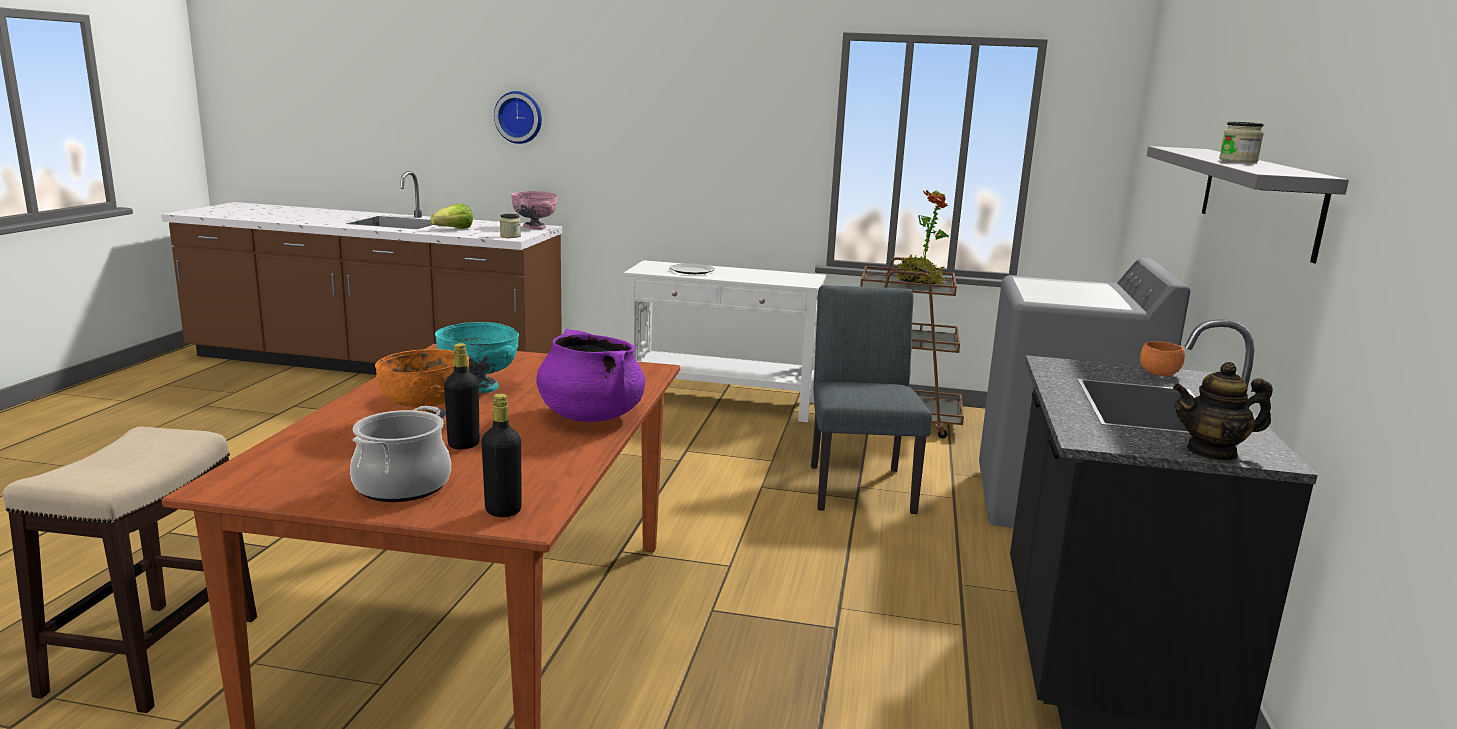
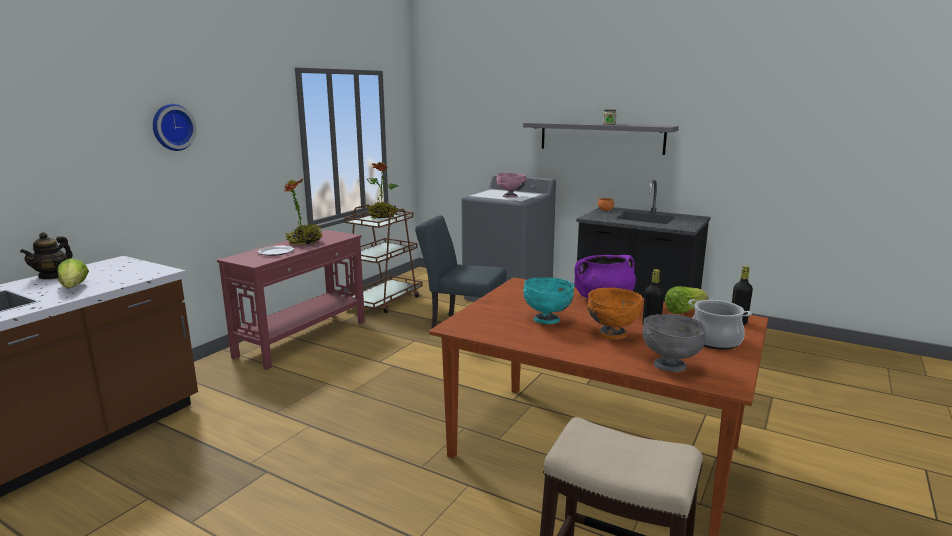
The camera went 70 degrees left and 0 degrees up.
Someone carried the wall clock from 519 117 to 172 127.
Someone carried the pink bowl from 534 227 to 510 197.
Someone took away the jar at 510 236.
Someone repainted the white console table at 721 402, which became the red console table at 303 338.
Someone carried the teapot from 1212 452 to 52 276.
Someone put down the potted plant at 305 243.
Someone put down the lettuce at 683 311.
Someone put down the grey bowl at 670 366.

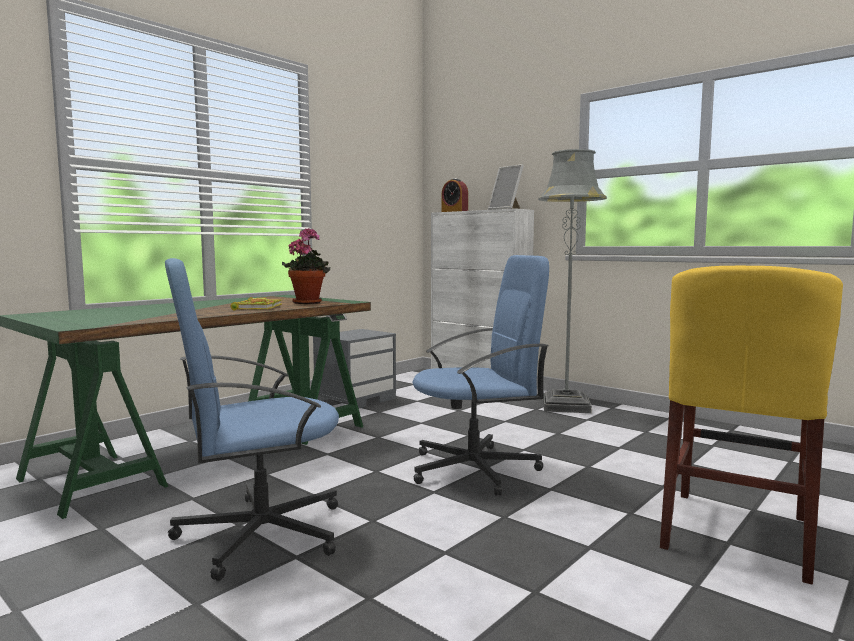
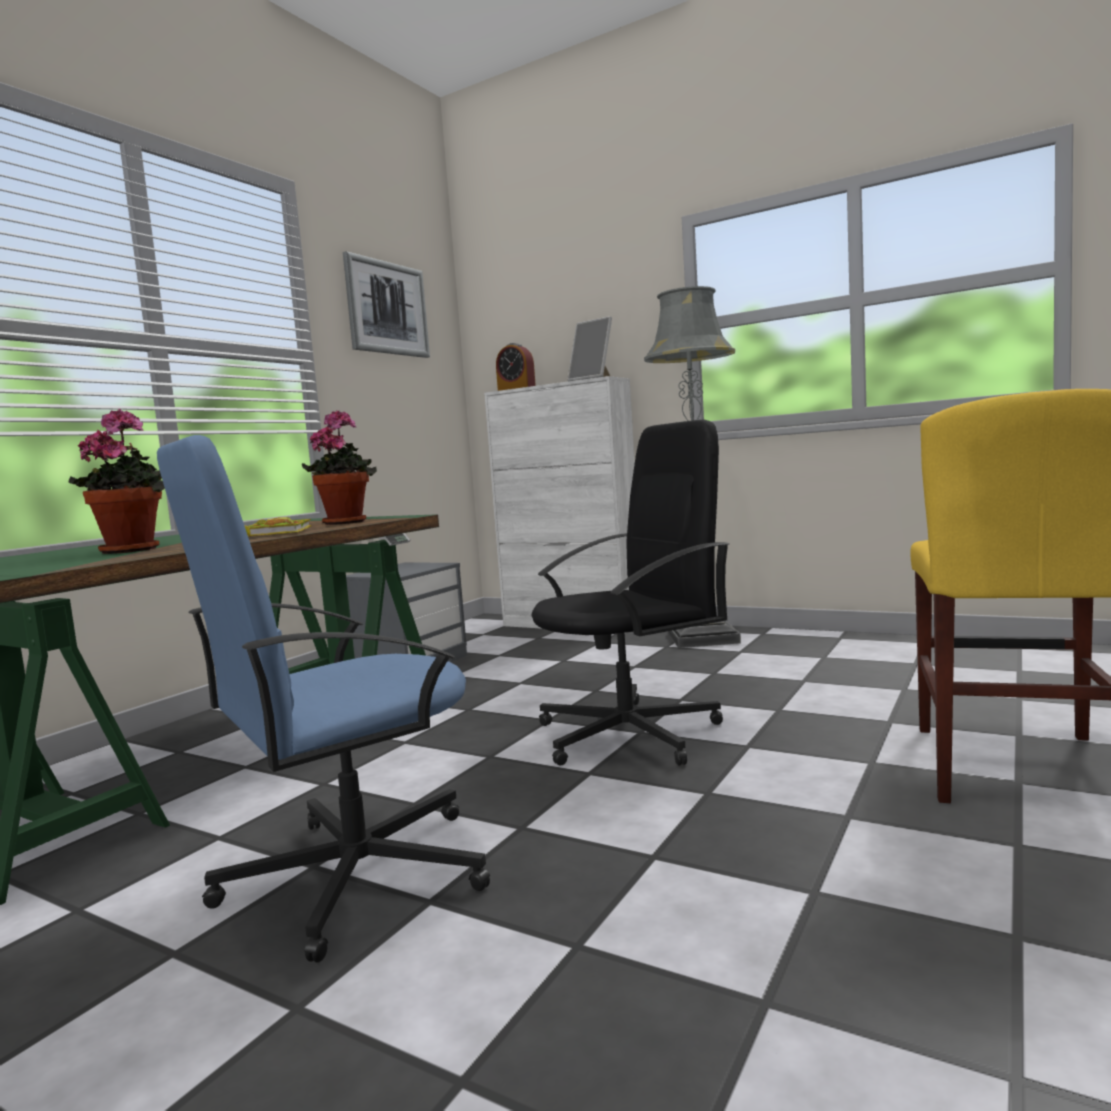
The camera went 10 degrees left and 0 degrees up.
Someone repainted the blue office chair at 476 469, which became the black office chair at 631 734.
Someone put up the picture at 387 308.
Someone put down the potted plant at 134 549.

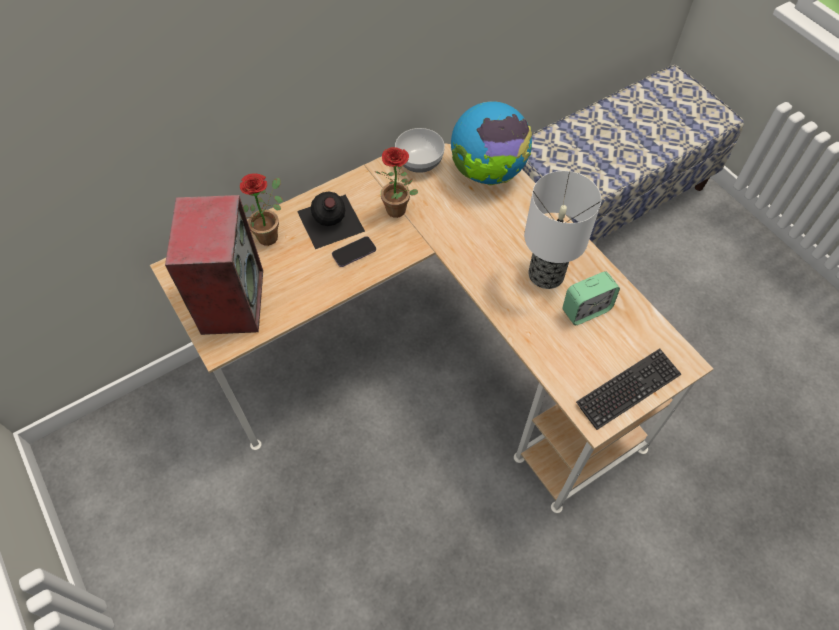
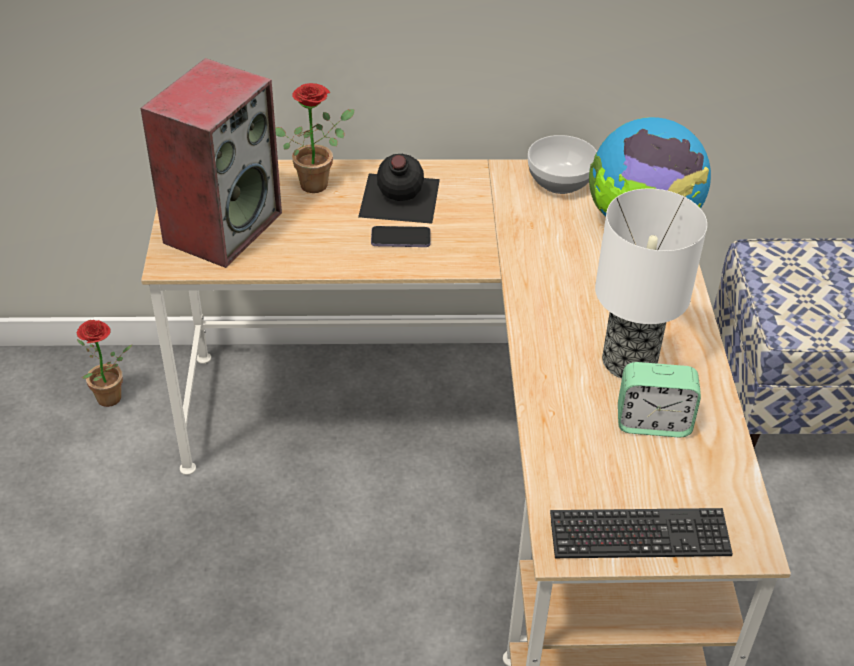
The camera went 30 degrees right and 15 degrees down.
Someone carried the potted plant from 400 211 to 111 401.

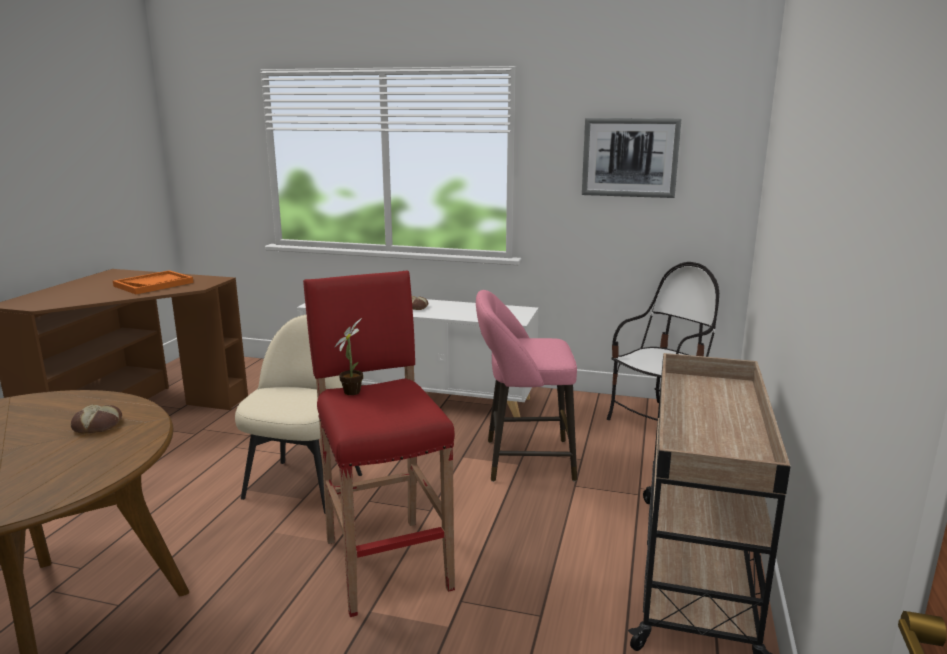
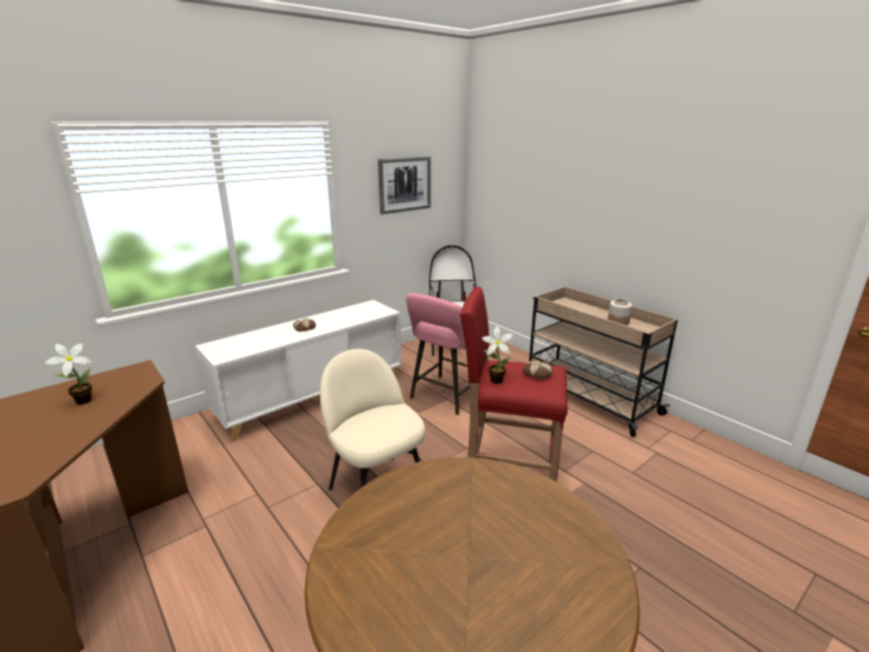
The camera went 55 degrees left and 5 degrees up.
Someone swapped the orange tray at 154 284 for the potted plant at 81 401.
Someone carried the bread from 98 425 to 538 373.
Someone put down the jar at 618 321.

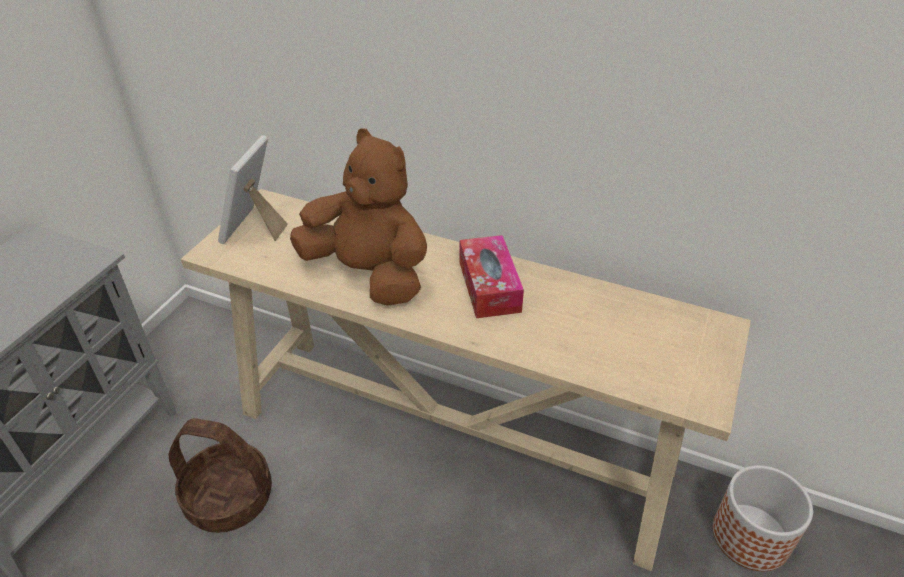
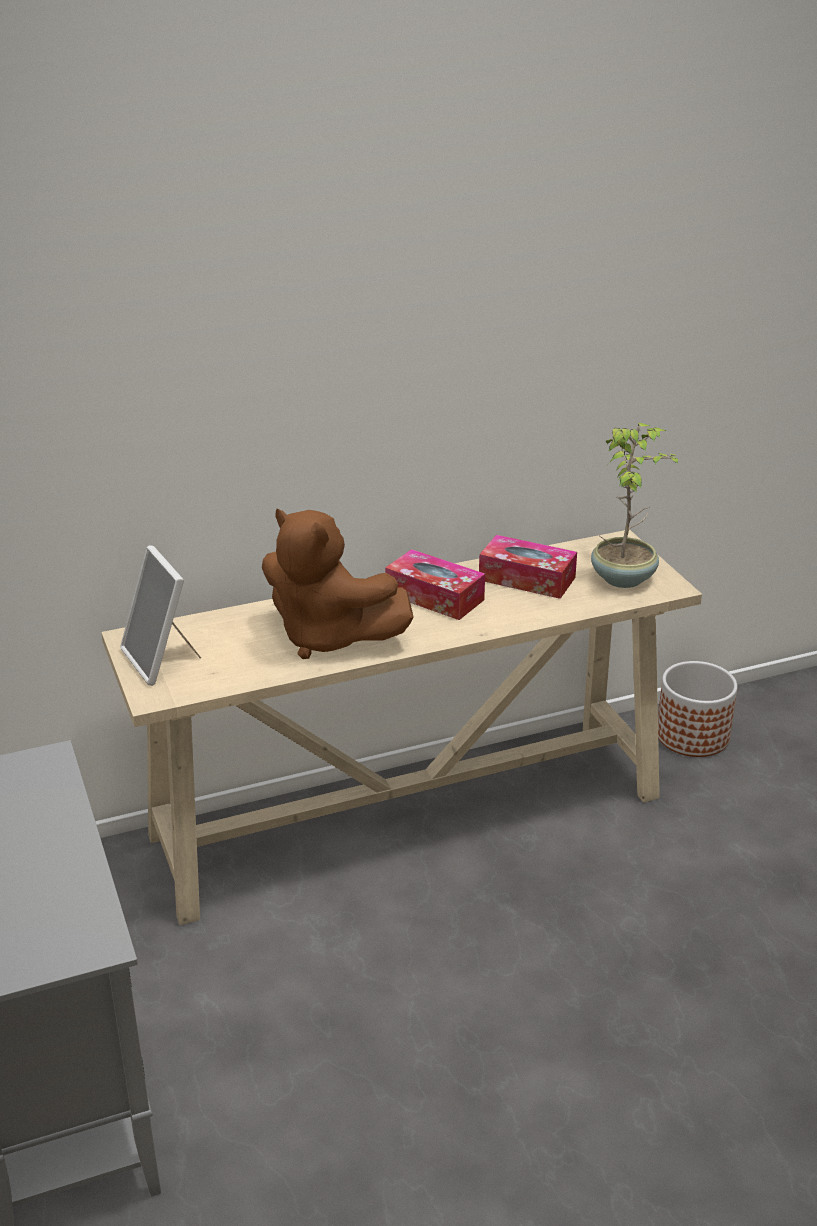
The camera went 45 degrees left and 10 degrees down.
Someone rotated the brown plush toy at 369 274 by 135 degrees counterclockwise.
Someone took away the basket at 228 498.
Someone put down the potted plant at 624 578.
Someone put down the tissue box at 527 579.

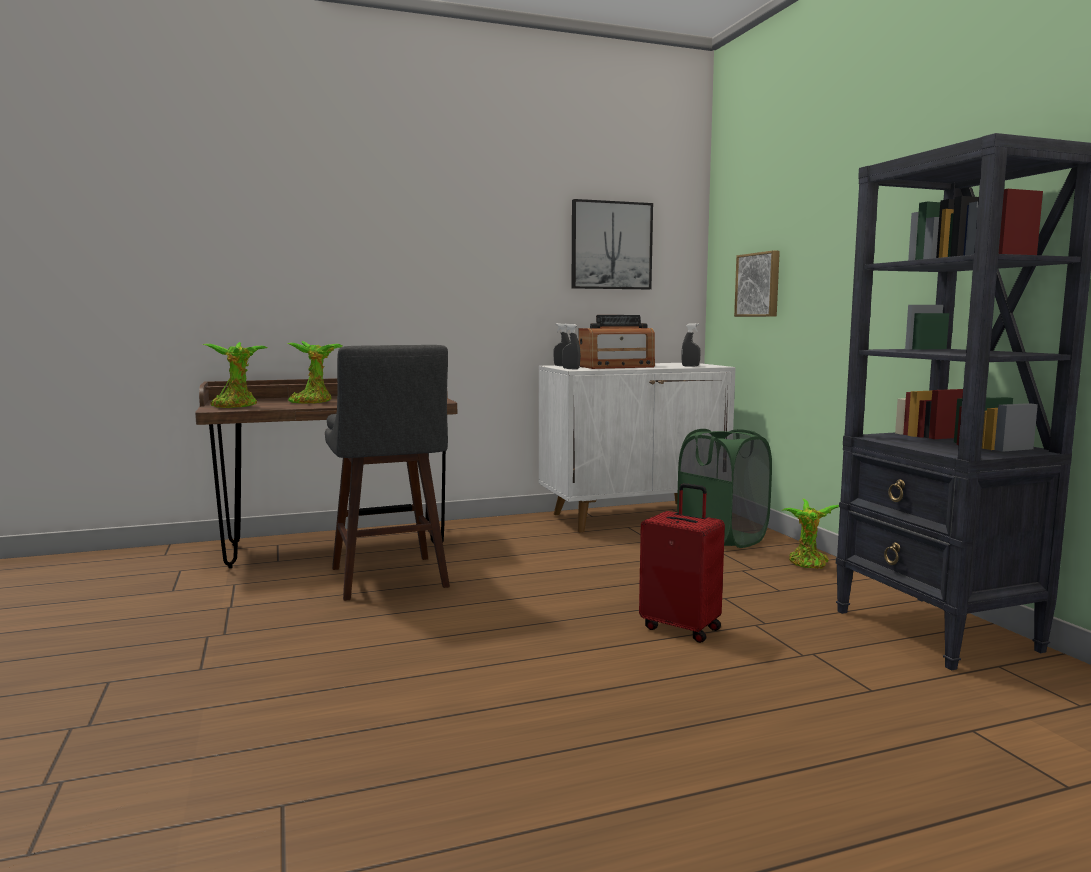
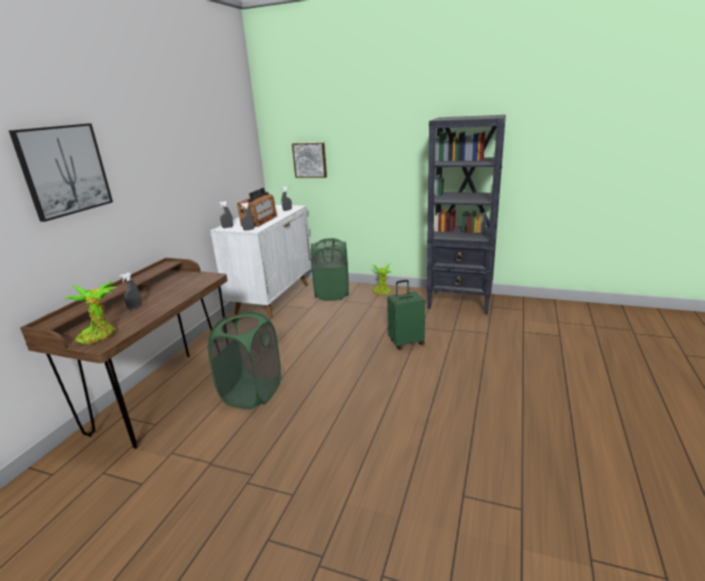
The camera went 50 degrees left and 15 degrees up.
Someone carried the picture from 611 245 to 64 170.
Someone swapped the potted plant at 314 402 for the grey spray bottle at 135 308.
Someone swapped the grey stool at 390 579 for the green laundry basket at 252 393.
Someone repainted the red suitcase at 681 628, which became the green suitcase at 406 342.

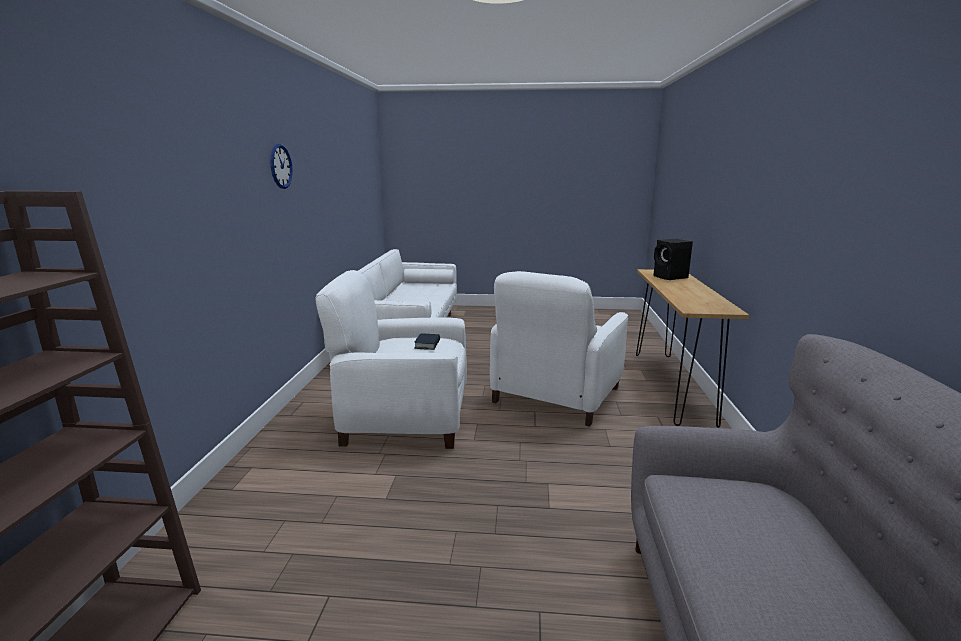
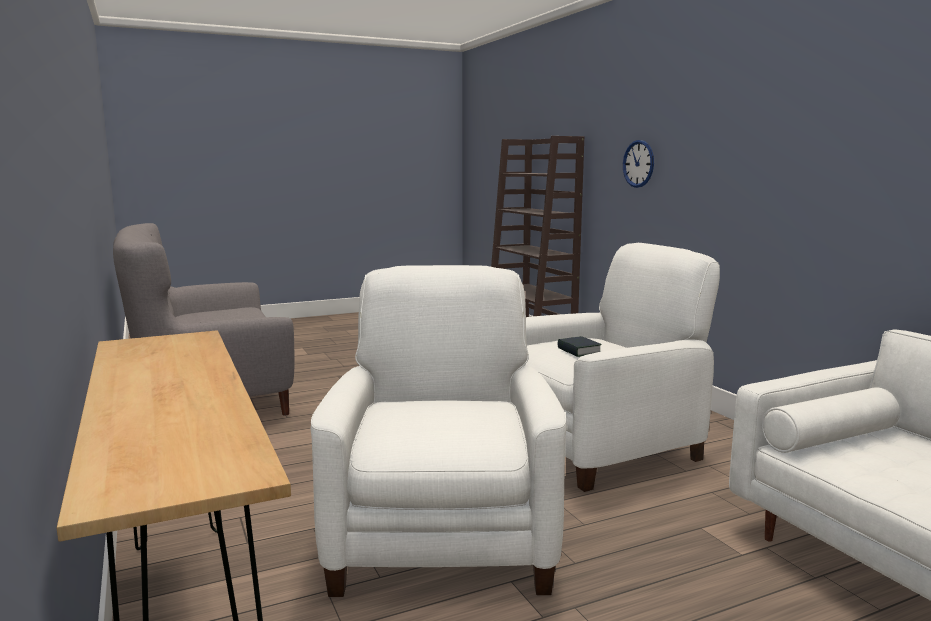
The camera went 150 degrees right and 5 degrees down.
Someone carried the wall clock from 280 166 to 638 163.
Someone took away the black speaker at 671 277.

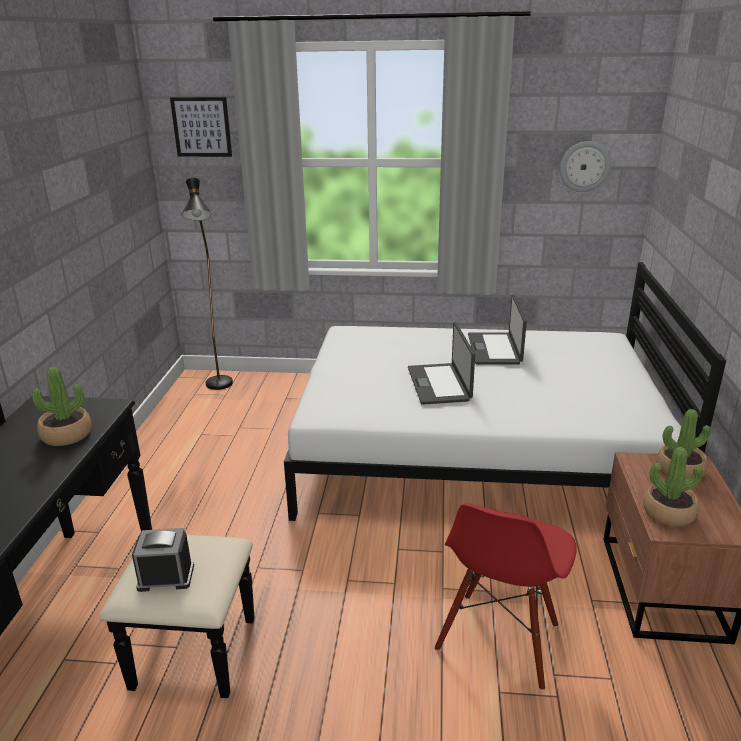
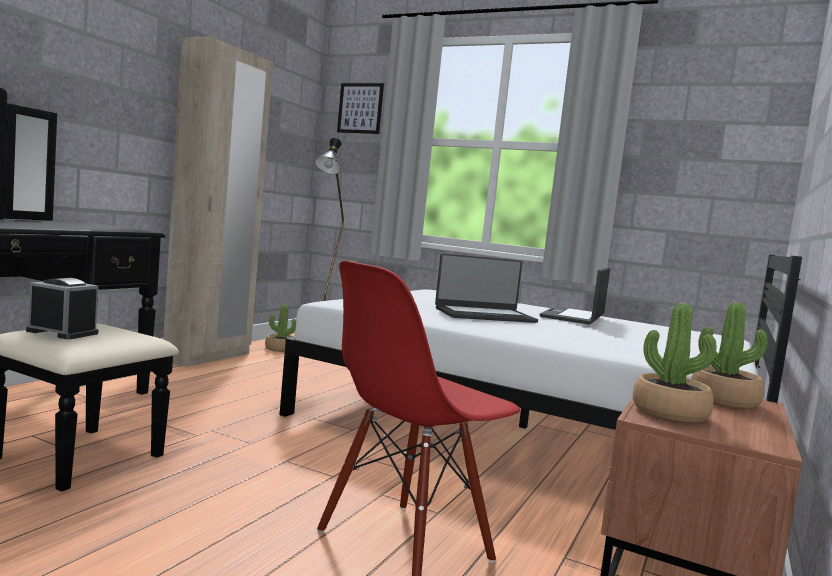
The camera went 20 degrees right and 20 degrees down.
Someone took away the wall clock at 584 166.
Someone rotated the laptop at 440 384 by 120 degrees counterclockwise.
Someone carried the potted plant from 66 435 to 280 349.
Someone put down the beige wardrobe at 208 357.

